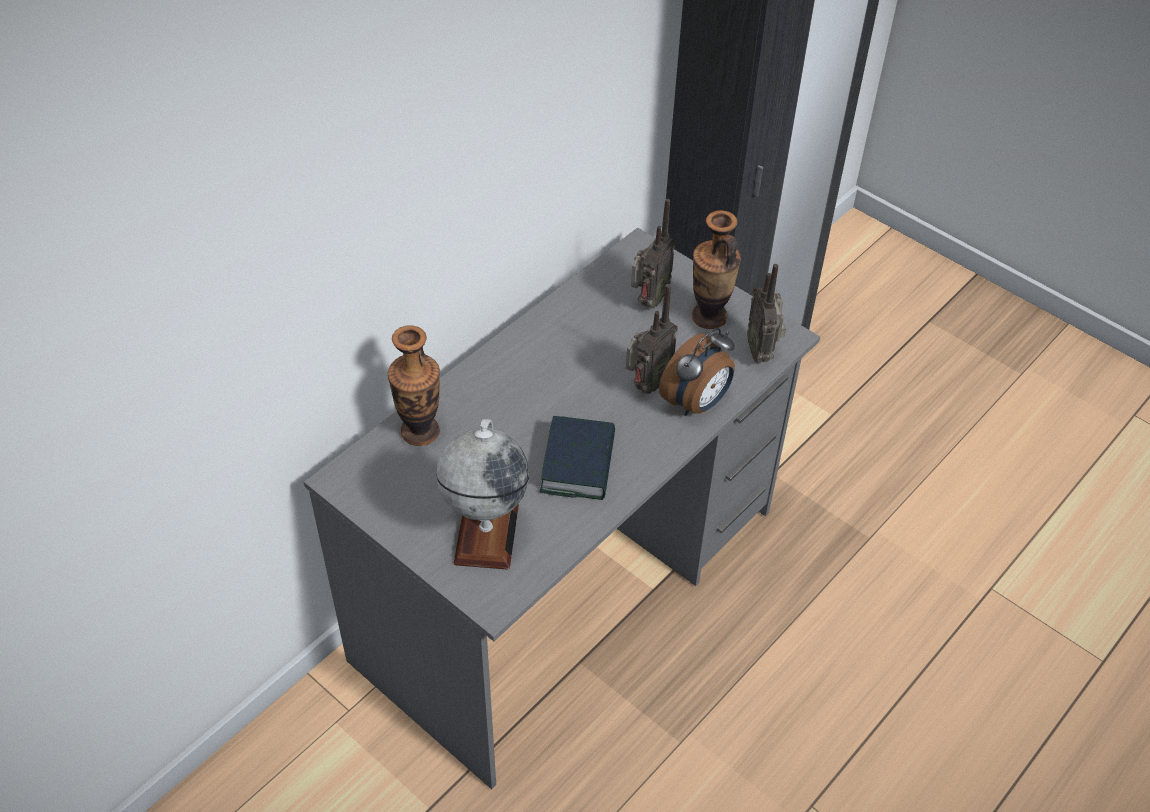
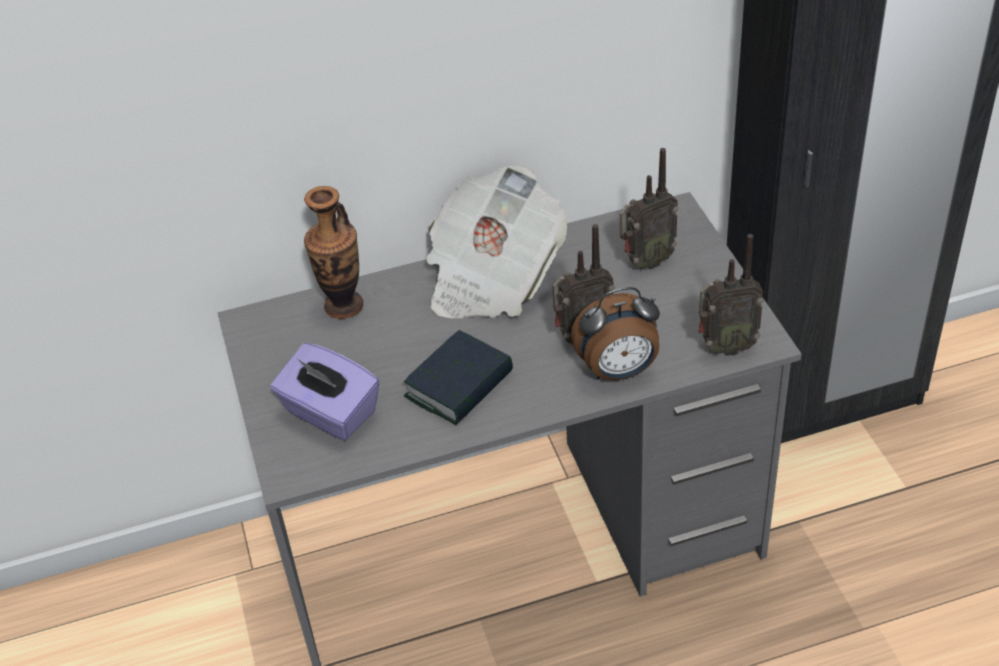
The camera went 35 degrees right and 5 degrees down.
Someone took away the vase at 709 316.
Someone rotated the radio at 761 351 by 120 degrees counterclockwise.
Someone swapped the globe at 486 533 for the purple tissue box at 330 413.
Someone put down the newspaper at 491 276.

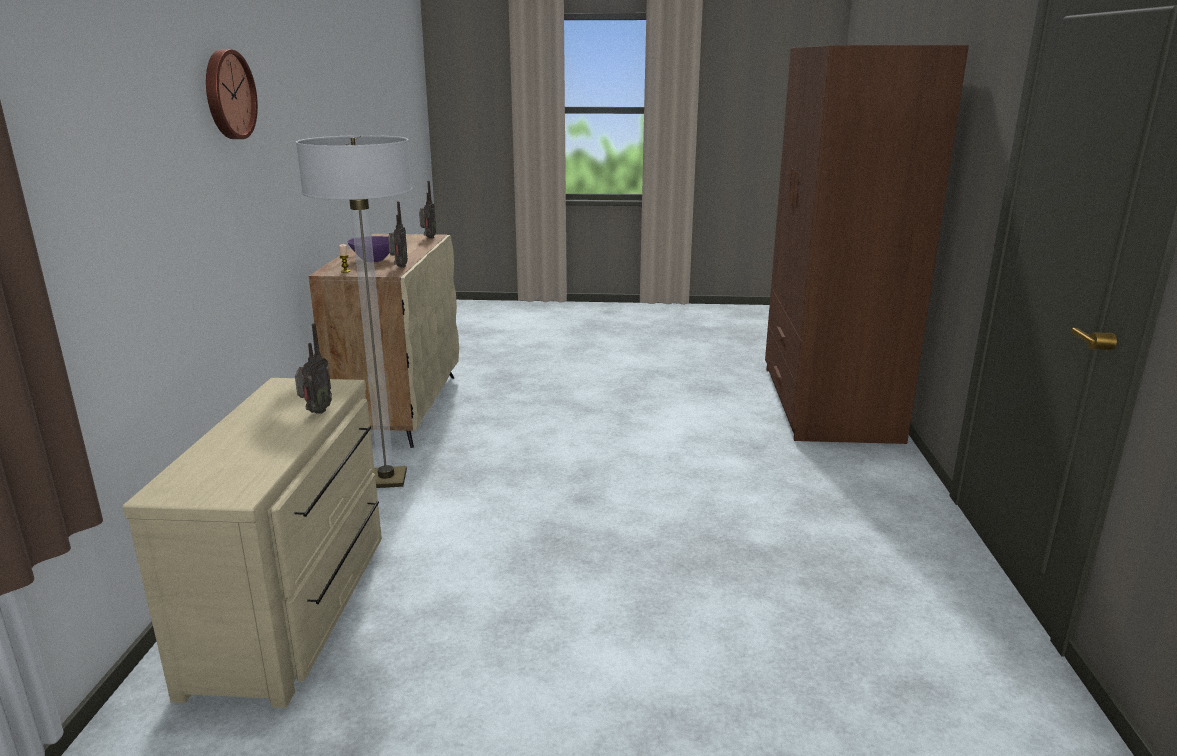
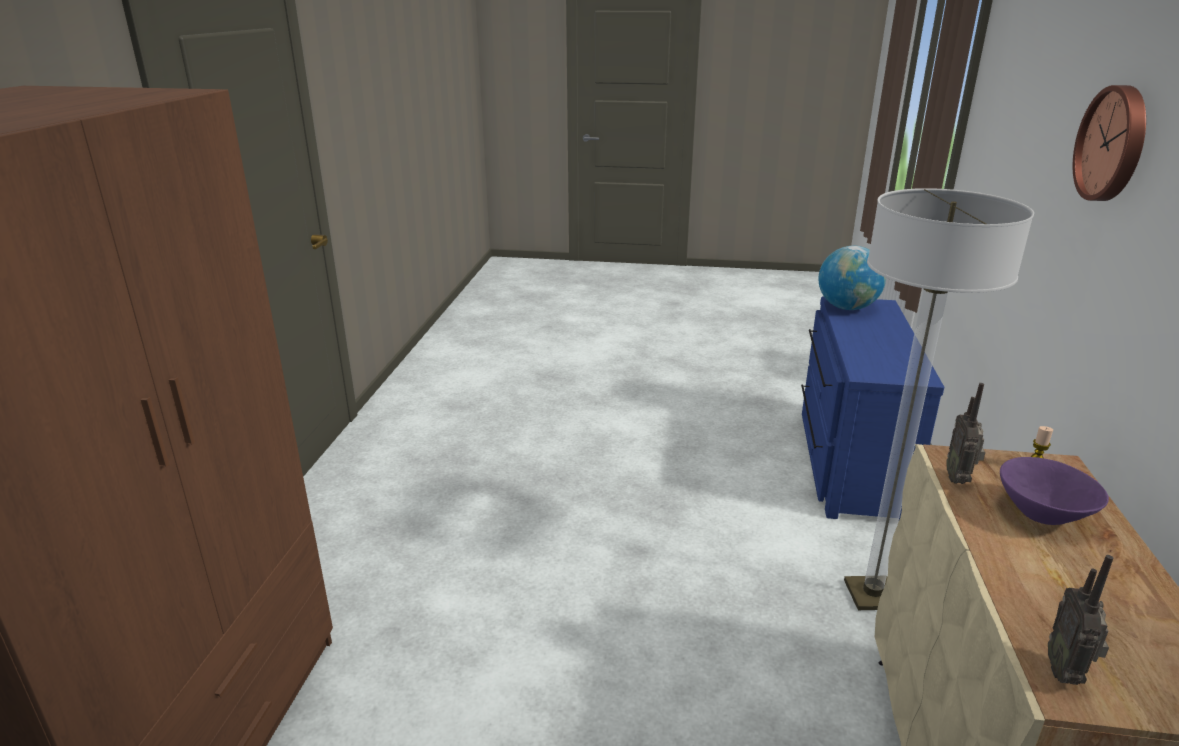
The camera went 175 degrees left and 5 degrees up.
Someone took away the radio at 315 412.
Someone repainted the beige dresser at 298 607, which became the blue dresser at 847 462.
Someone put down the globe at 847 307.

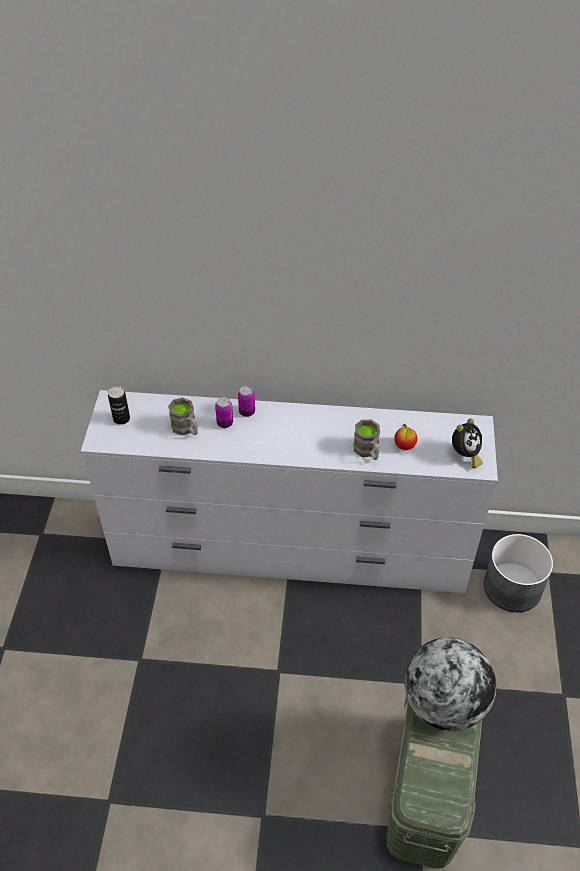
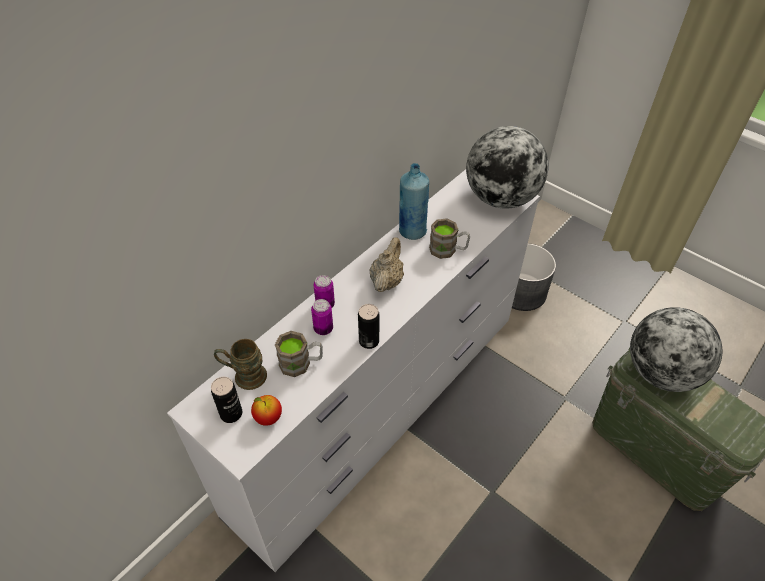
The camera went 55 degrees left and 0 degrees up.
Someone swapped the alarm clock at 465 455 for the globe at 500 198.
Someone carried the apple from 404 446 to 268 418.
Someone put down the blue bottle at 412 231.
Someone put down the beige teapot at 386 281.
Someone put down the can at 369 341.
Someone put down the brown mug at 244 376.

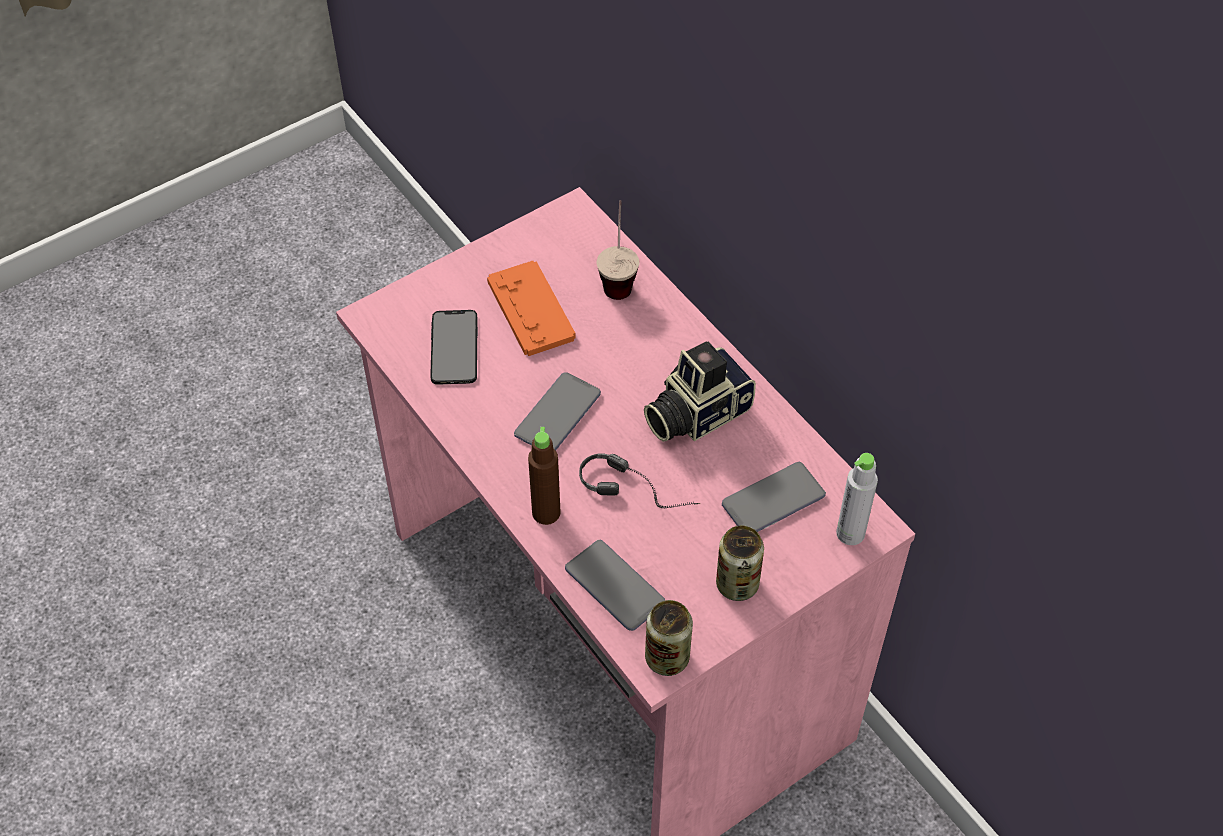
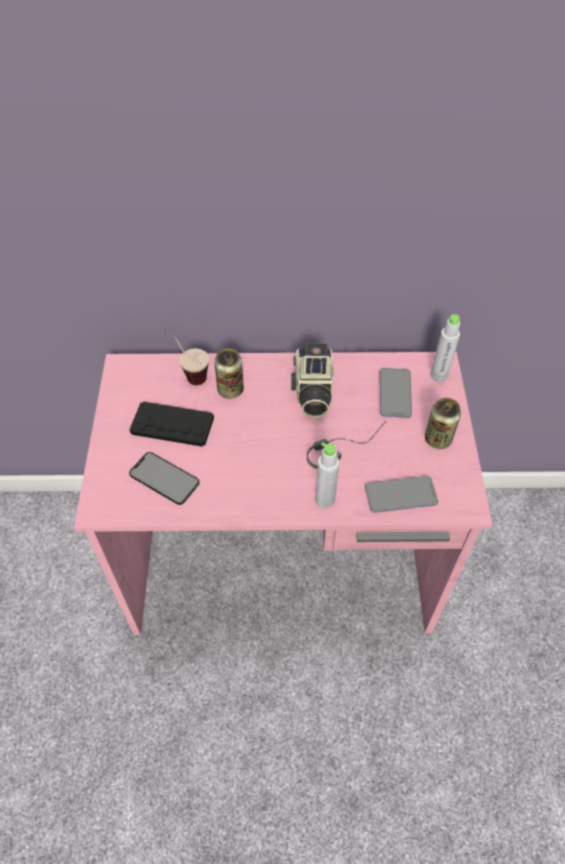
The camera went 55 degrees left and 0 degrees up.
Someone repainted the orange game controller at 531 310, which became the black game controller at 172 425.
Someone took away the phone at 557 414.
Someone repainted the brown bottle at 546 513, which became the grey bottle at 325 500.
Someone carried the can from 667 658 to 230 390.

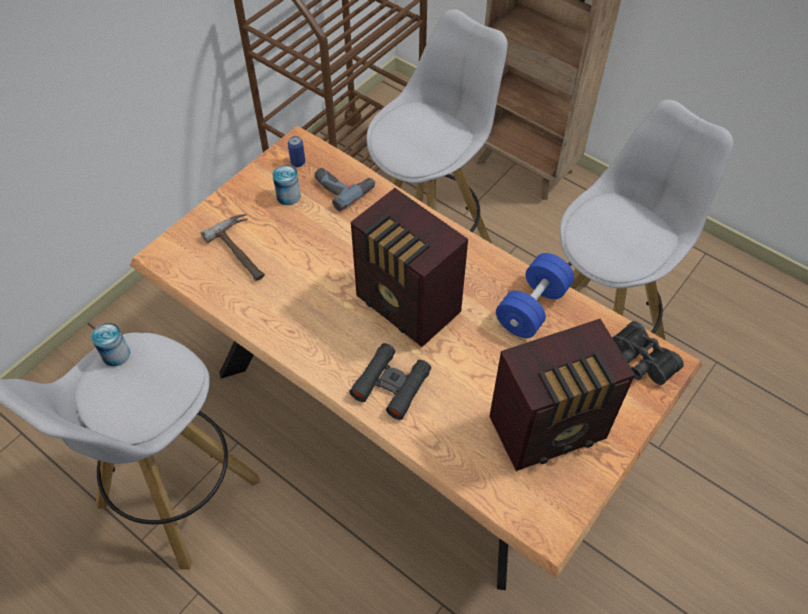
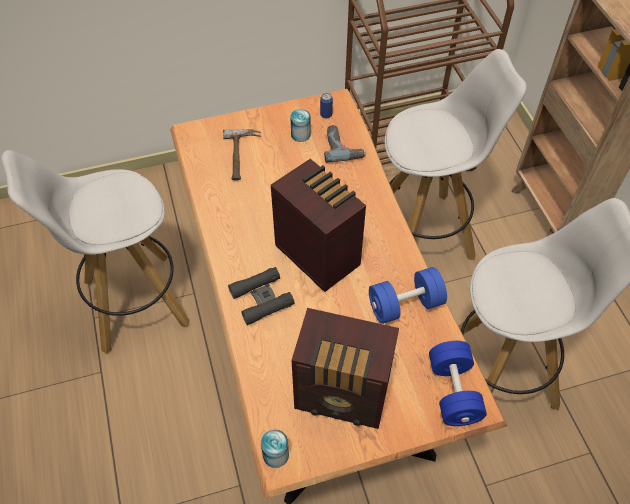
The camera went 35 degrees right and 0 degrees up.
Someone rotated the radio at 408 307 by 150 degrees clockwise.
Someone swapped the black binoculars at 639 361 for the blue dumbbell at 453 391.
Someone carried the can from 116 354 to 275 454.

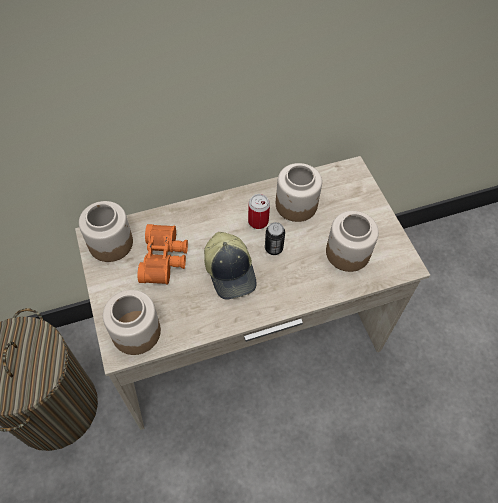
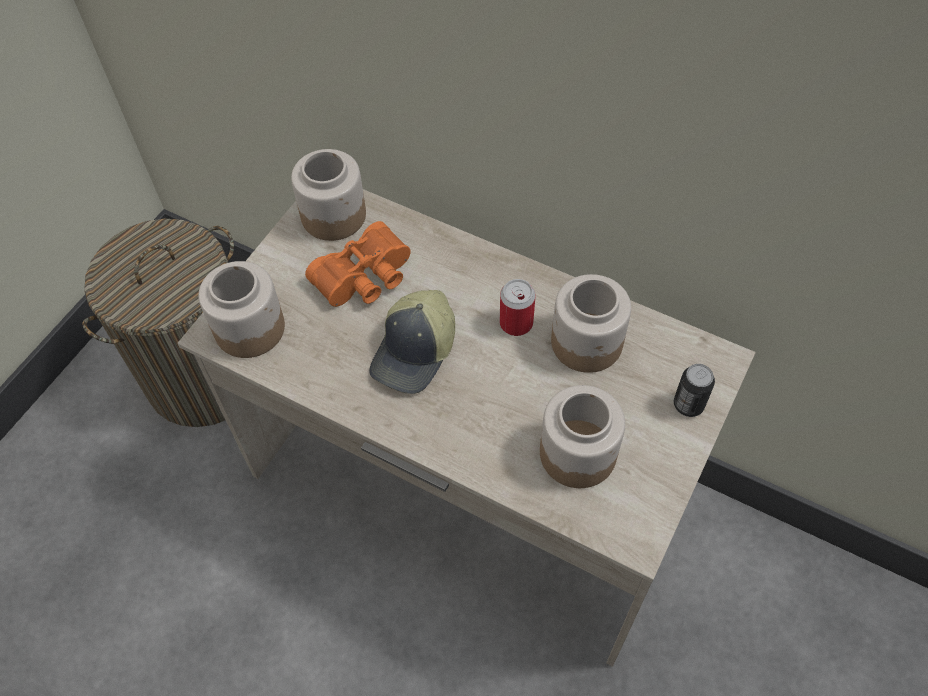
The camera went 50 degrees right and 0 degrees up.
Someone carried the can from 273 248 to 688 404.

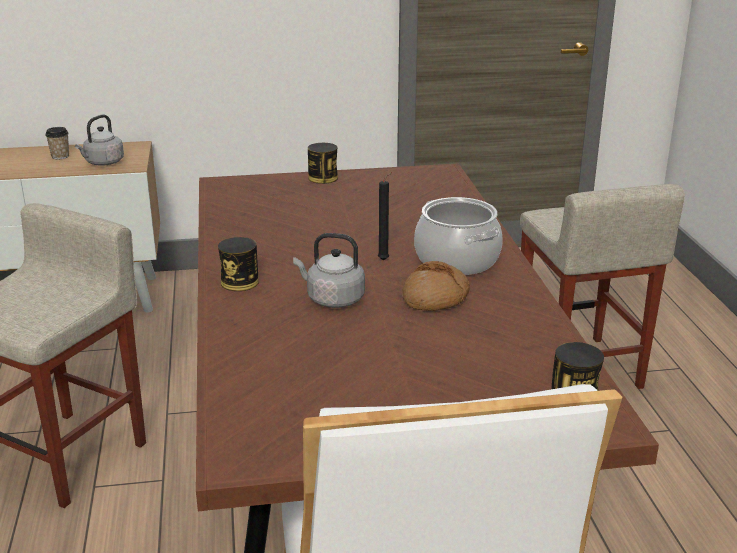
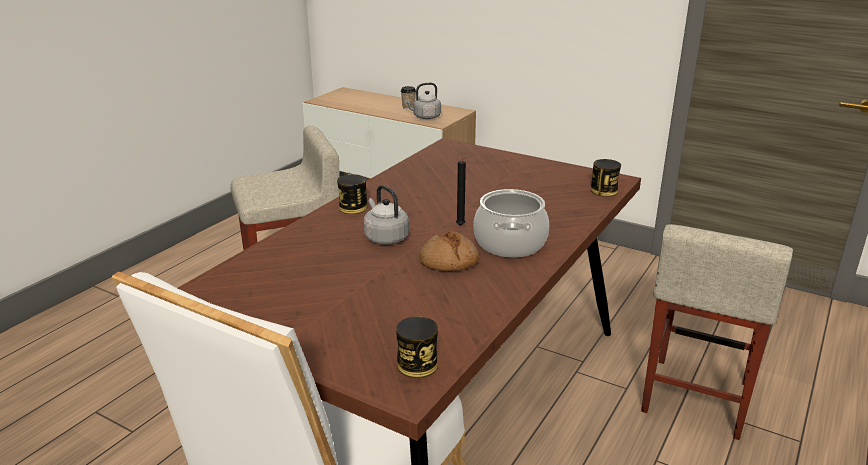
The camera went 40 degrees right and 0 degrees up.
Someone carried the can from 323 178 to 604 191.

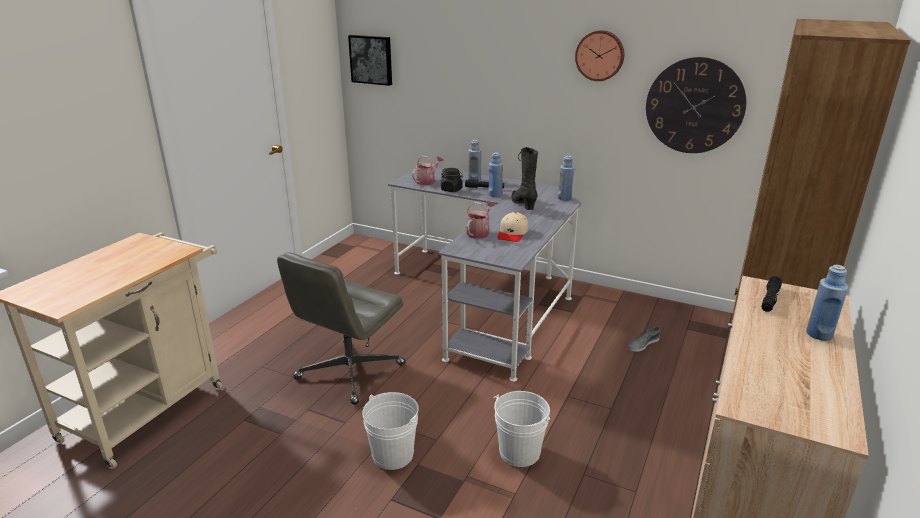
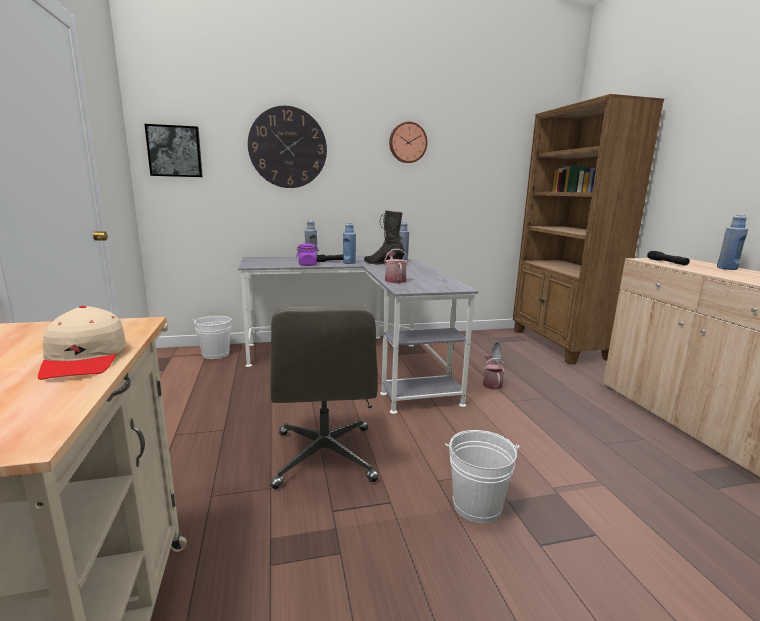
The camera went 40 degrees left and 10 degrees down.
Someone carried the wall clock from 694 106 to 288 148.
Someone carried the watering can from 427 181 to 491 383.
Someone repainted the black jar at 451 190, which became the purple jar at 307 264.
Someone carried the beige cap from 512 233 to 85 358.
Someone carried the white bucket from 519 452 to 215 354.

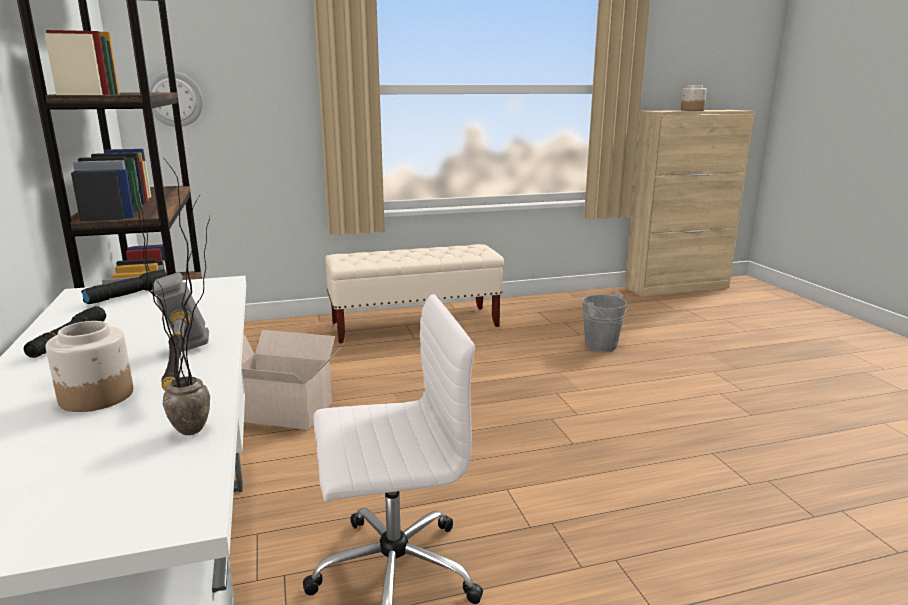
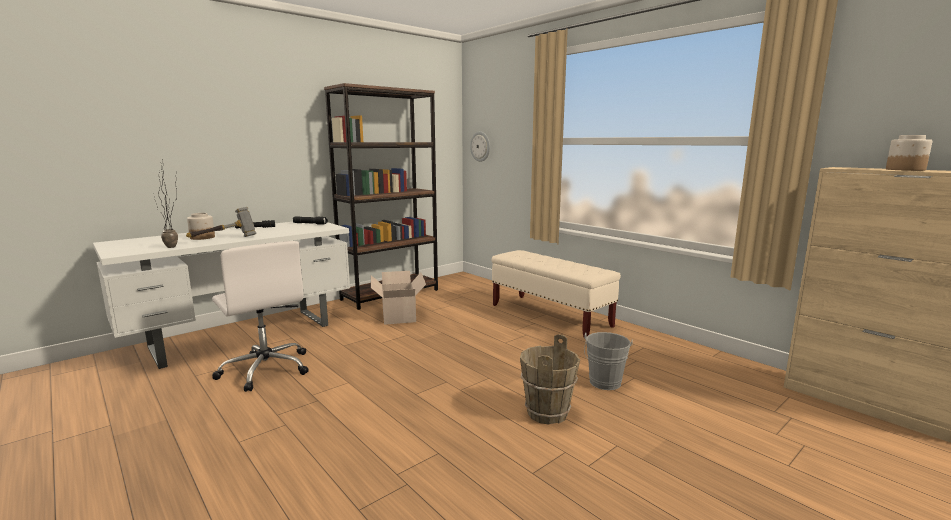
The camera went 65 degrees right and 5 degrees down.
Someone put down the brown bucket at 546 413.

